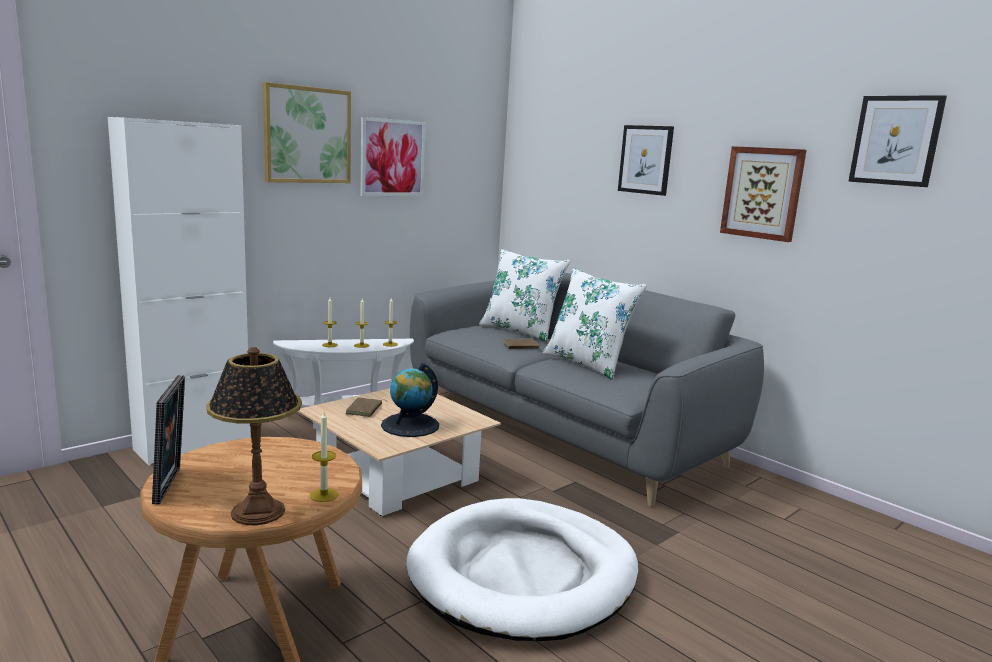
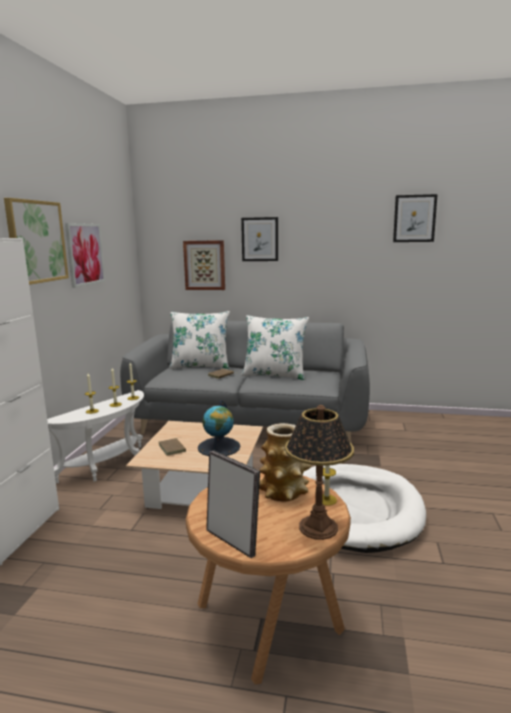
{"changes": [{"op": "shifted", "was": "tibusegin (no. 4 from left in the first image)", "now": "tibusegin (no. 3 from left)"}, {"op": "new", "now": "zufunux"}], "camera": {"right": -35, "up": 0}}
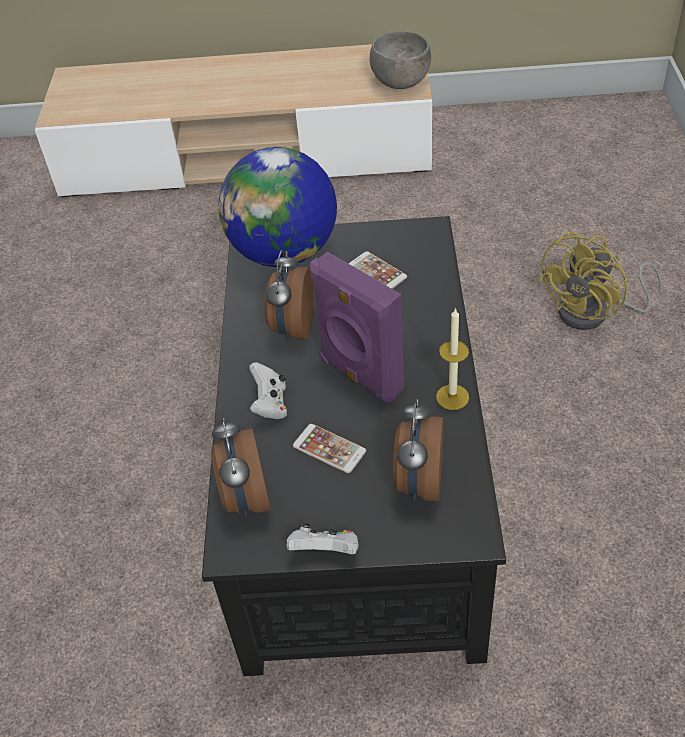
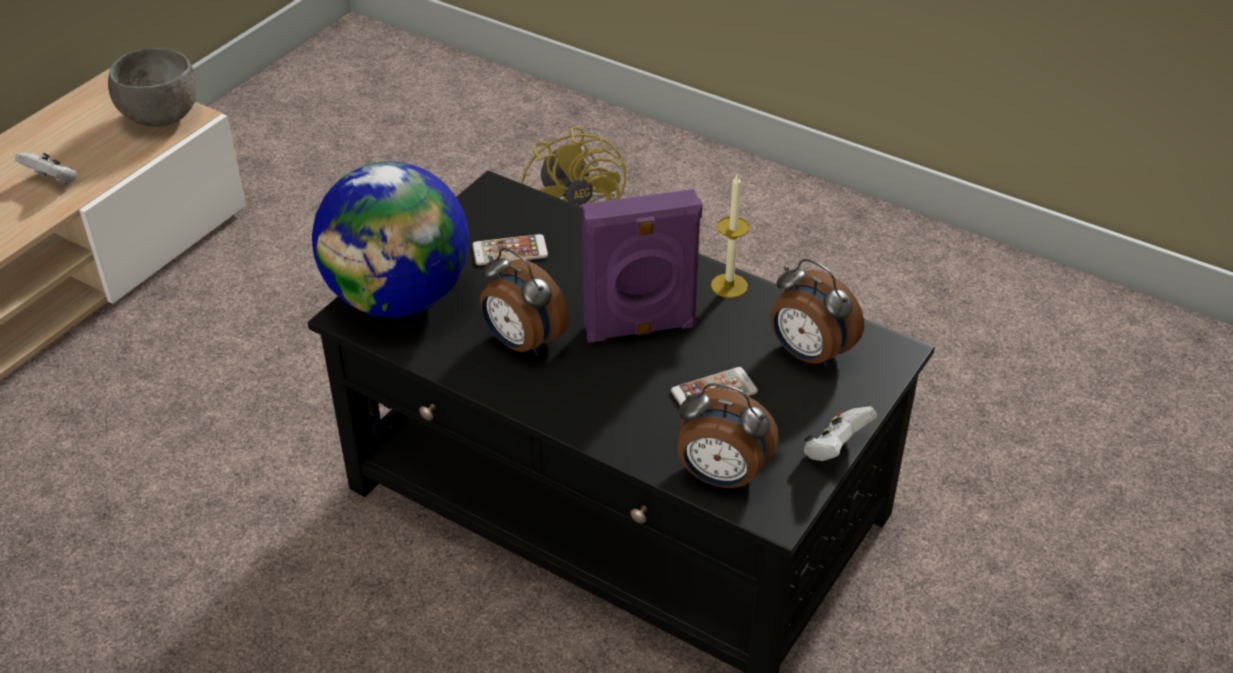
{"changes": [{"op": "shifted", "was": "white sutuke (no. 1 from left)"}], "camera": {"right": -60, "up": -5}}
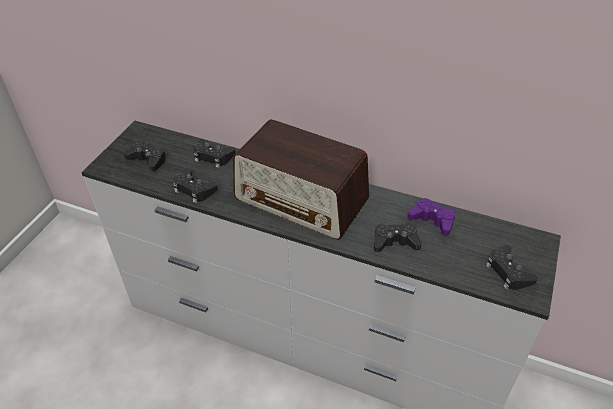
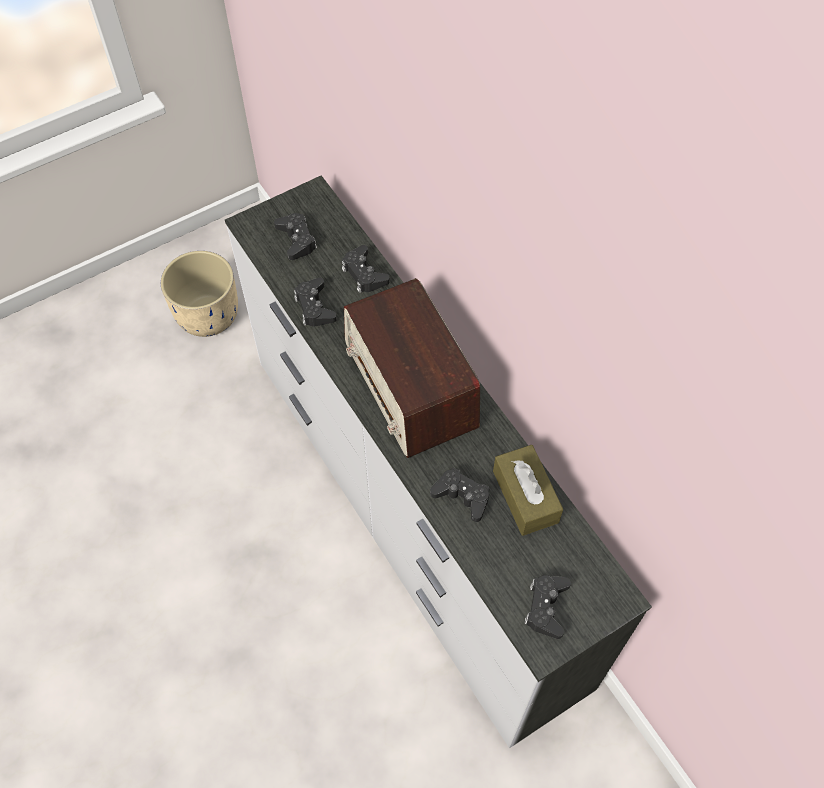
{"changes": [{"op": "new", "now": "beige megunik"}, {"op": "swapped", "was": "purple sutuke", "now": "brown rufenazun"}], "camera": {"right": 35, "up": 15}}
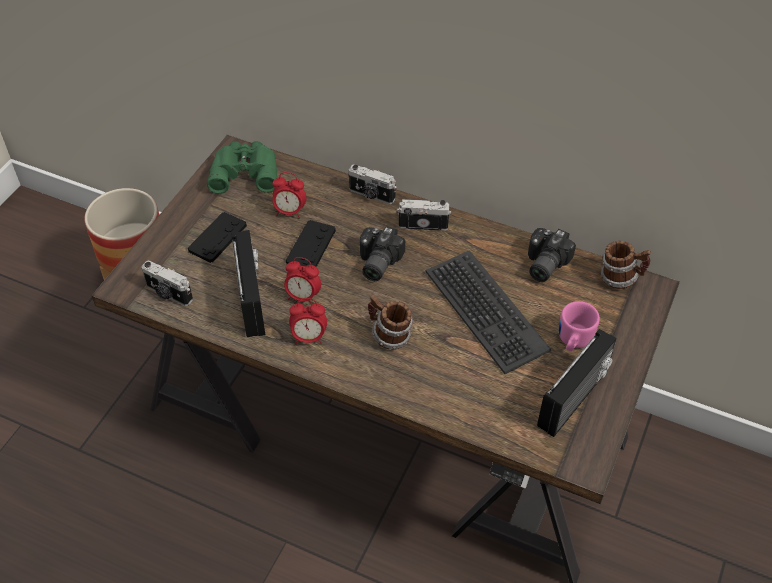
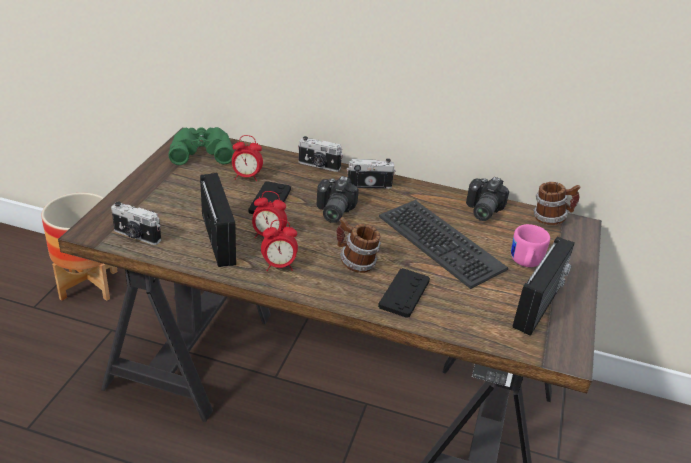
{"changes": [{"op": "shifted", "was": "black sutuke (no. 1 from left in the first image)", "now": "black sutuke (no. 2 from left)"}], "camera": {"right": -10, "up": -15}}
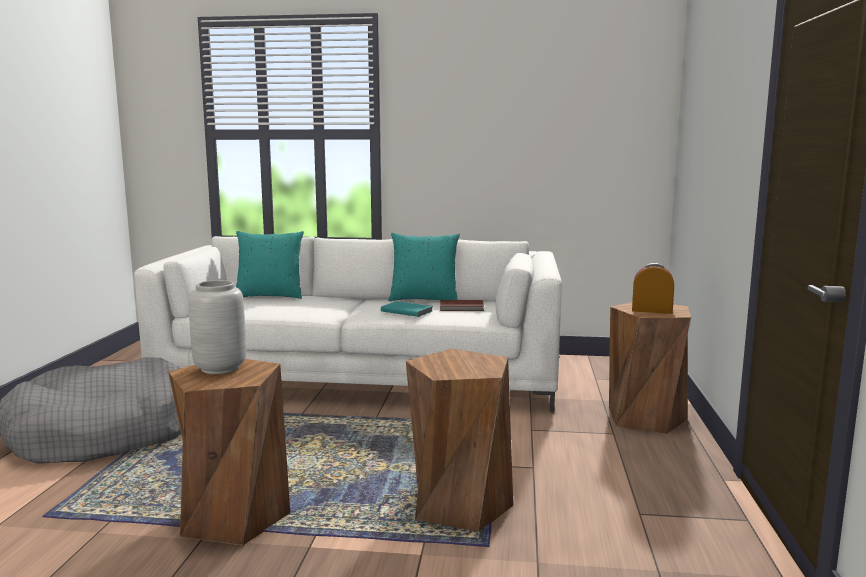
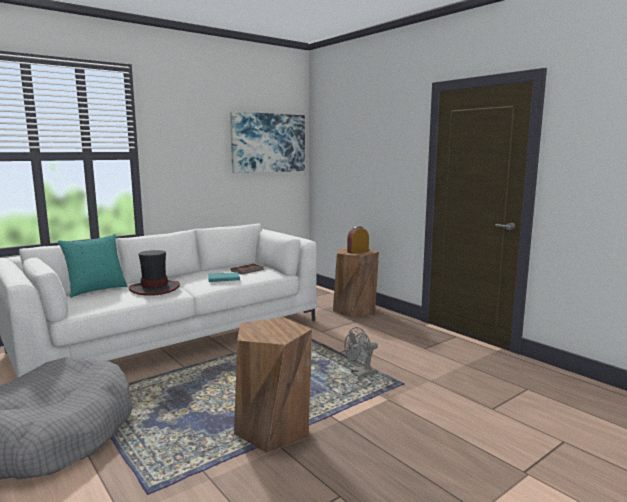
{"changes": [{"op": "new", "now": "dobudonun"}, {"op": "new", "now": "tibusegin"}, {"op": "swapped", "was": "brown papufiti (no. 2 from left)", "now": "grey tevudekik"}, {"op": "gone", "was": "grey zufunux"}, {"op": "gone", "was": "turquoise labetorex (no. 2 from left)"}], "camera": {"right": -45, "up": 0}}
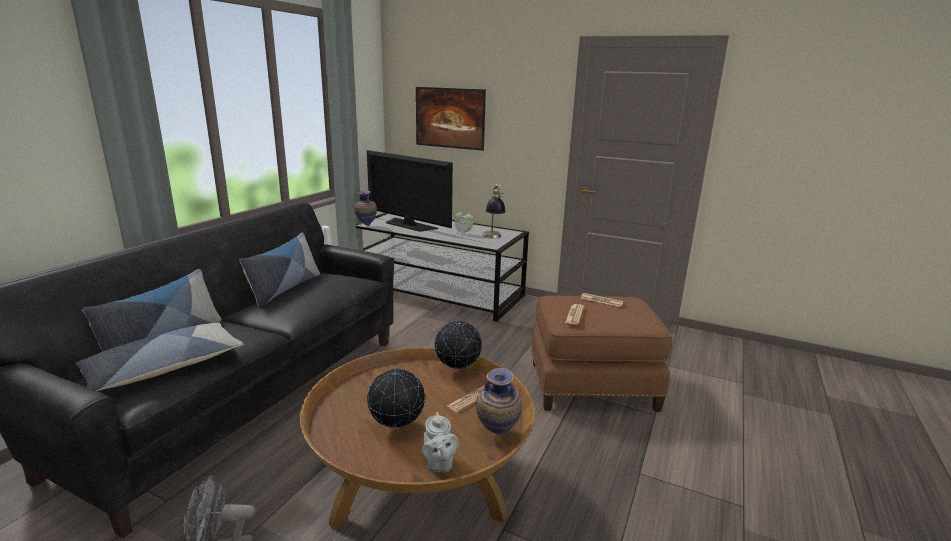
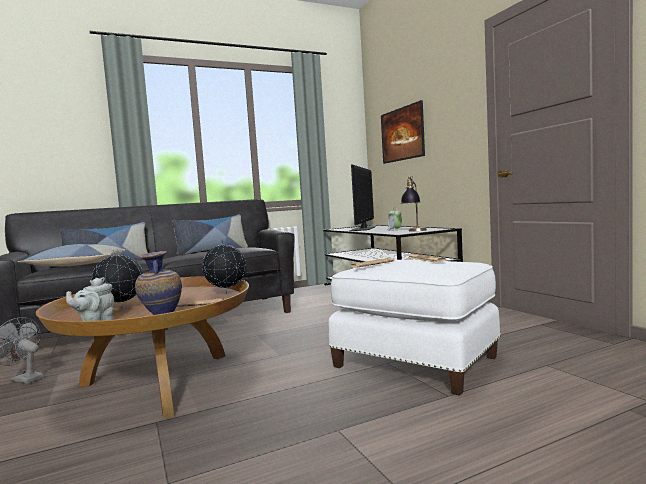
{"changes": [{"op": "repainted", "was": "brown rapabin", "now": "white rapabin"}, {"op": "rotated", "was": "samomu", "clockwise": -150}, {"op": "gone", "was": "zufunux (no. 1 from left)"}], "camera": {"right": 40, "up": -15}}
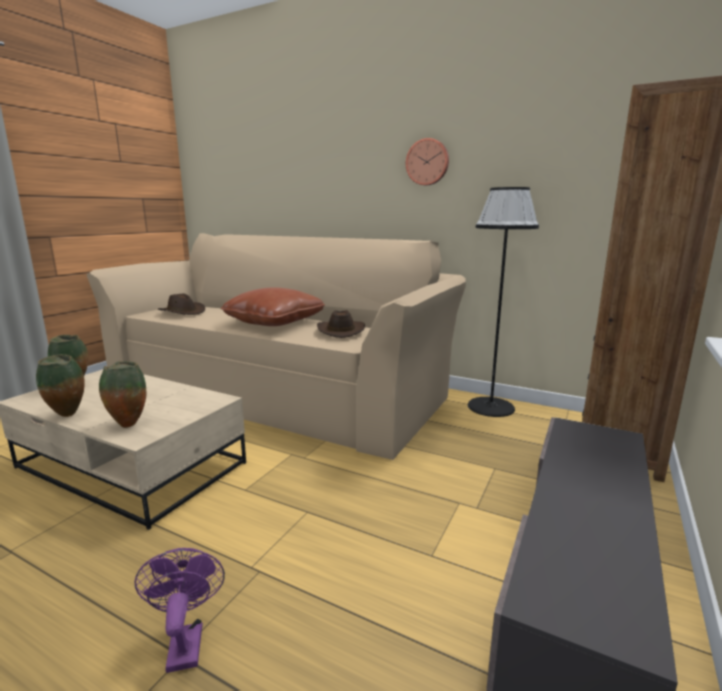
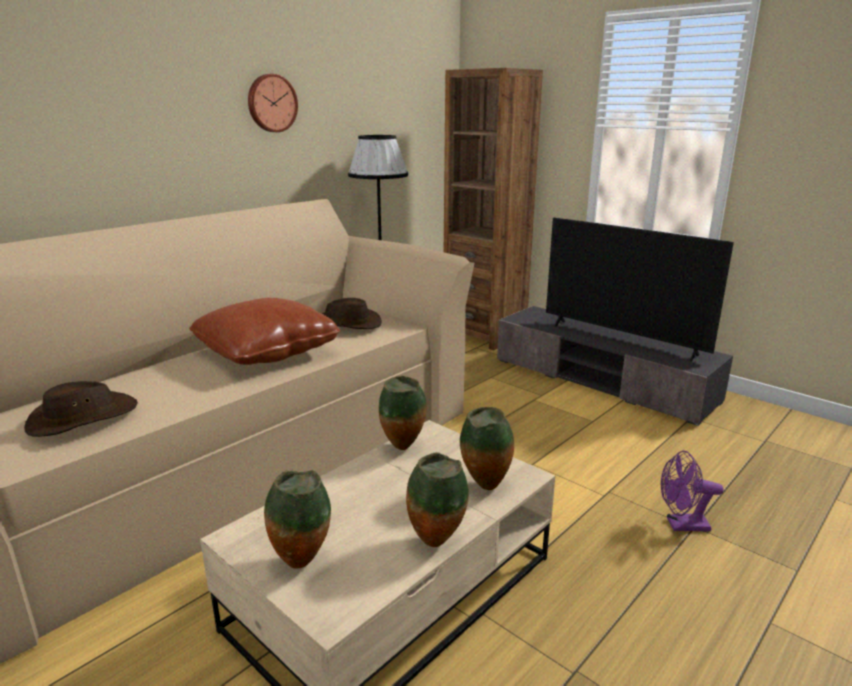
{"changes": [{"op": "new", "now": "zufunux (no. 2 from left)"}, {"op": "new", "now": "samomu"}], "camera": {"right": -75, "up": 5}}
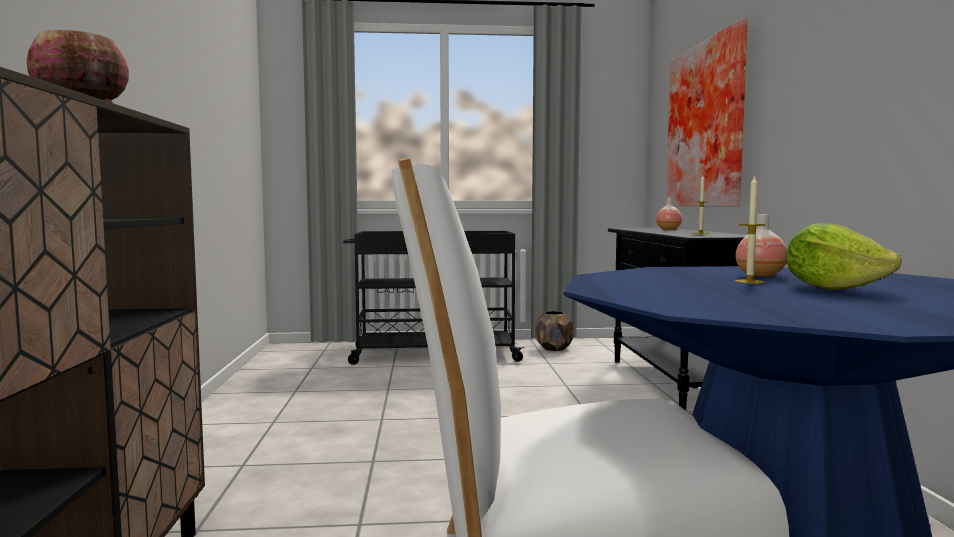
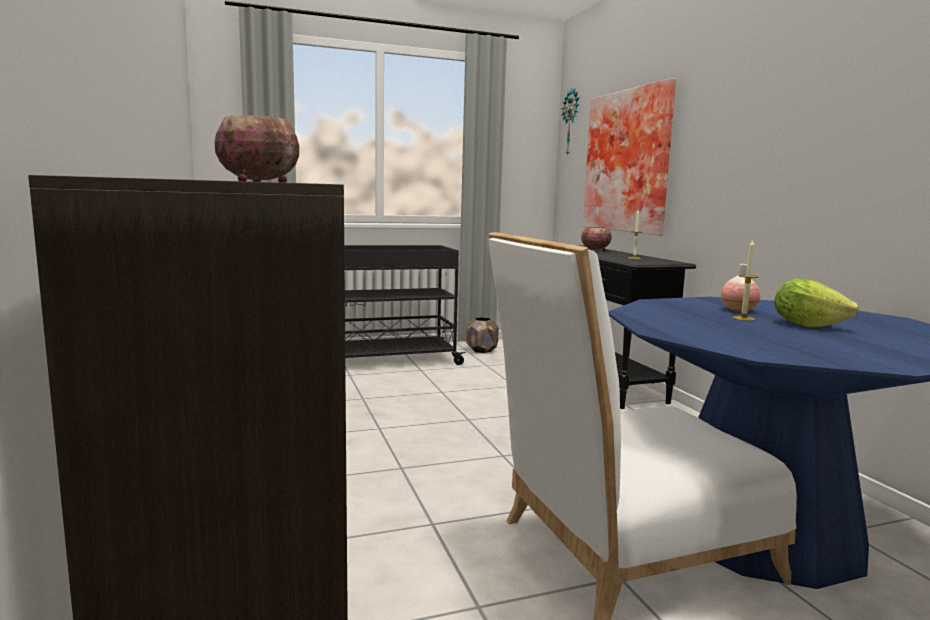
{"changes": [{"op": "new", "now": "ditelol"}, {"op": "swapped", "was": "zufunux (no. 1 from left)", "now": "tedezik (no. 2 from left)"}], "camera": {"right": -15, "up": 5}}
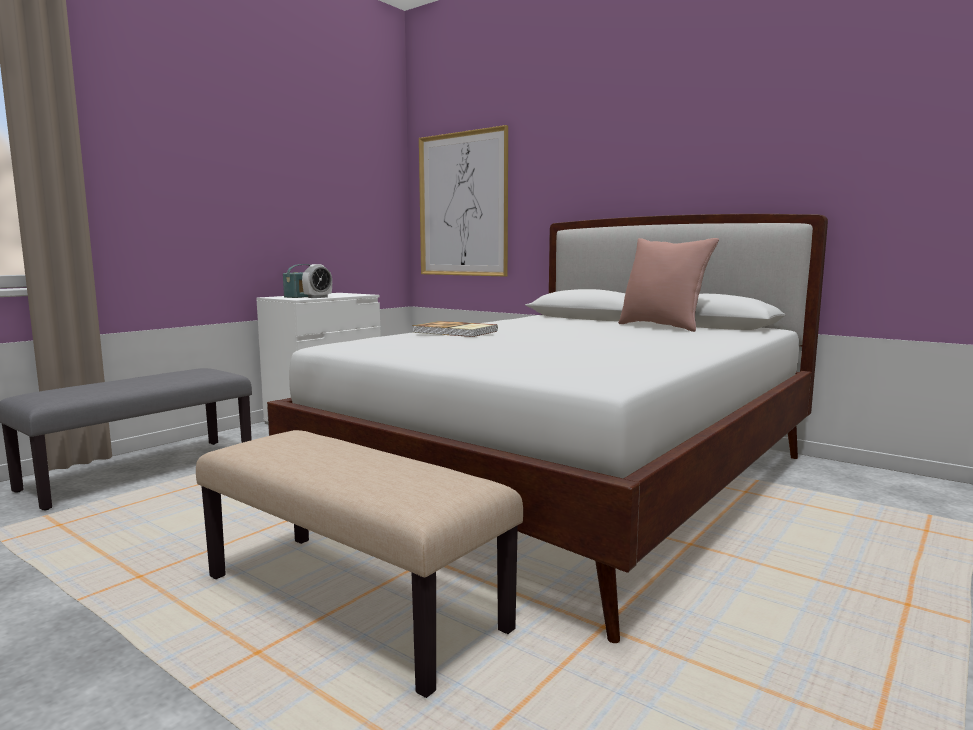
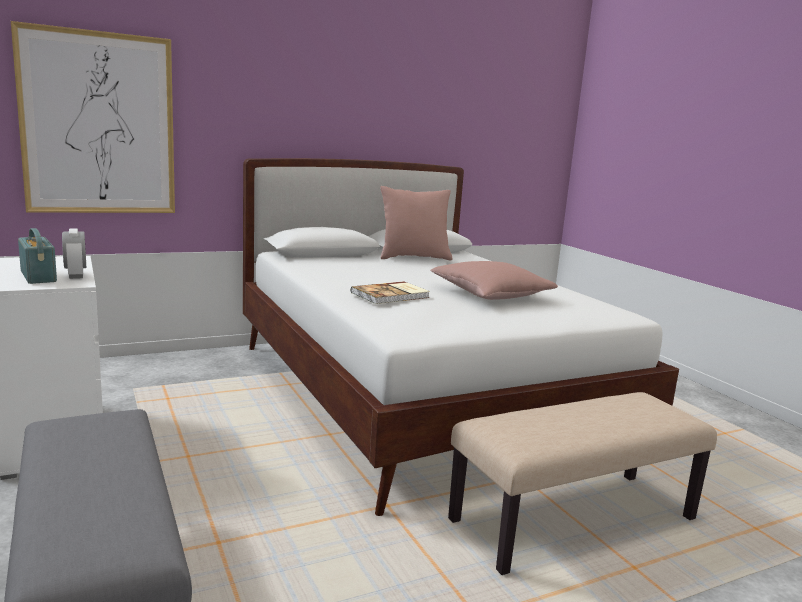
{"changes": [{"op": "new", "now": "pink labetorex (no. 2 from left)"}], "camera": {"right": -65, "up": 5}}
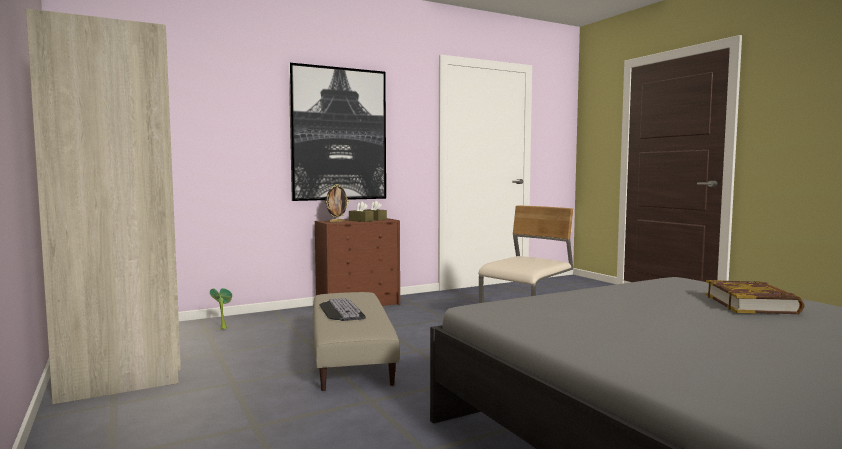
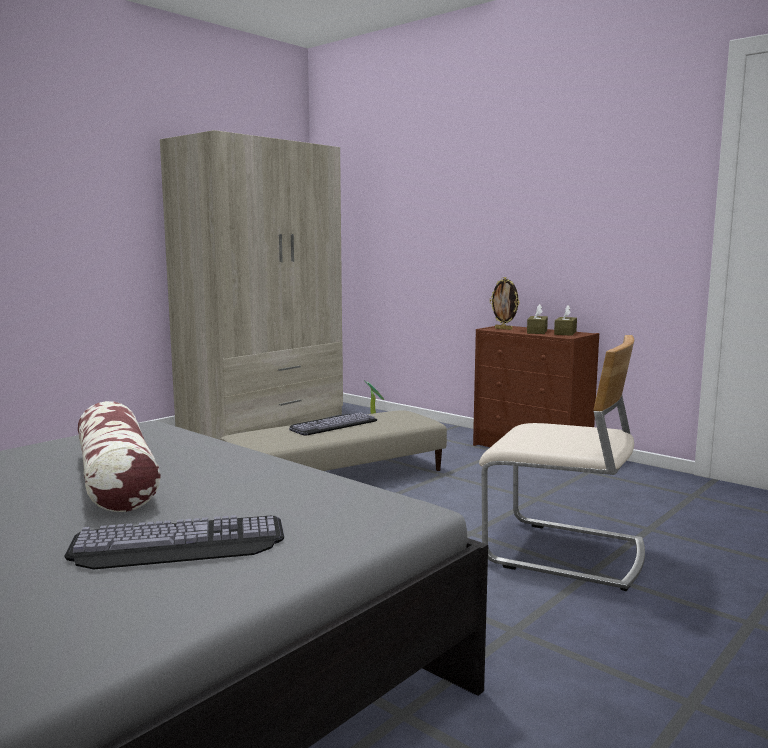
{"changes": [{"op": "swapped", "was": "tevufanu", "now": "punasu (no. 1 from left)"}, {"op": "new", "now": "labetorex"}, {"op": "gone", "was": "tibusegin"}], "camera": {"right": 70, "up": 5}}
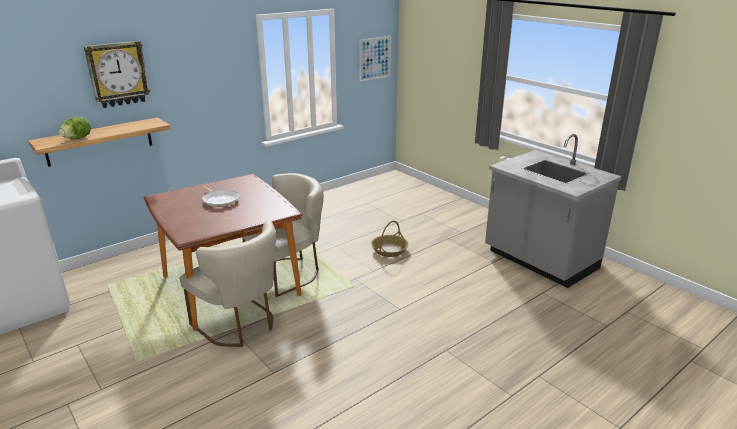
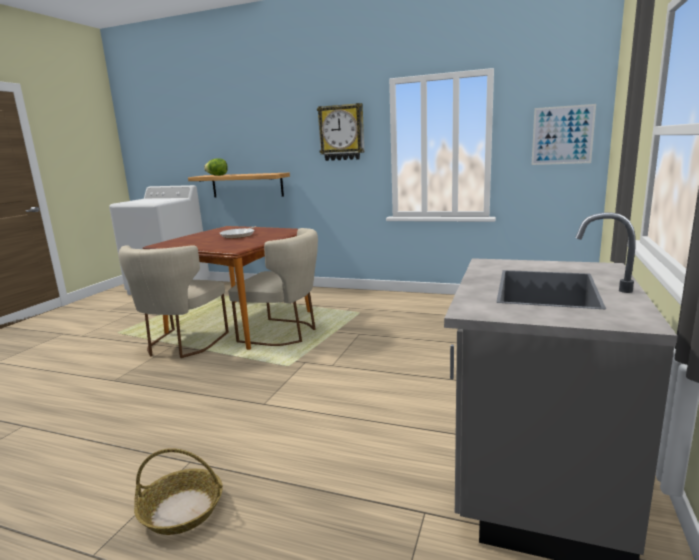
{"changes": [{"op": "shifted", "was": "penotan"}, {"op": "shifted", "was": "ditelol"}], "camera": {"right": 60, "up": -10}}
